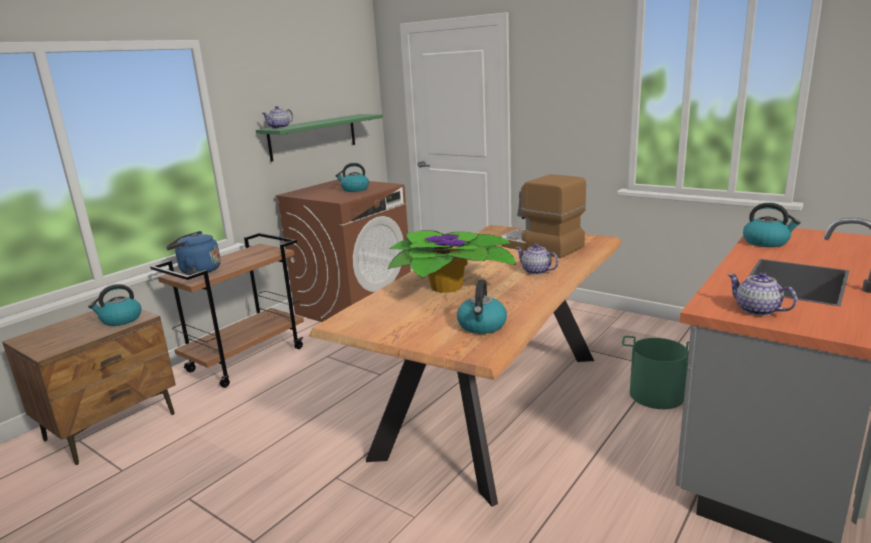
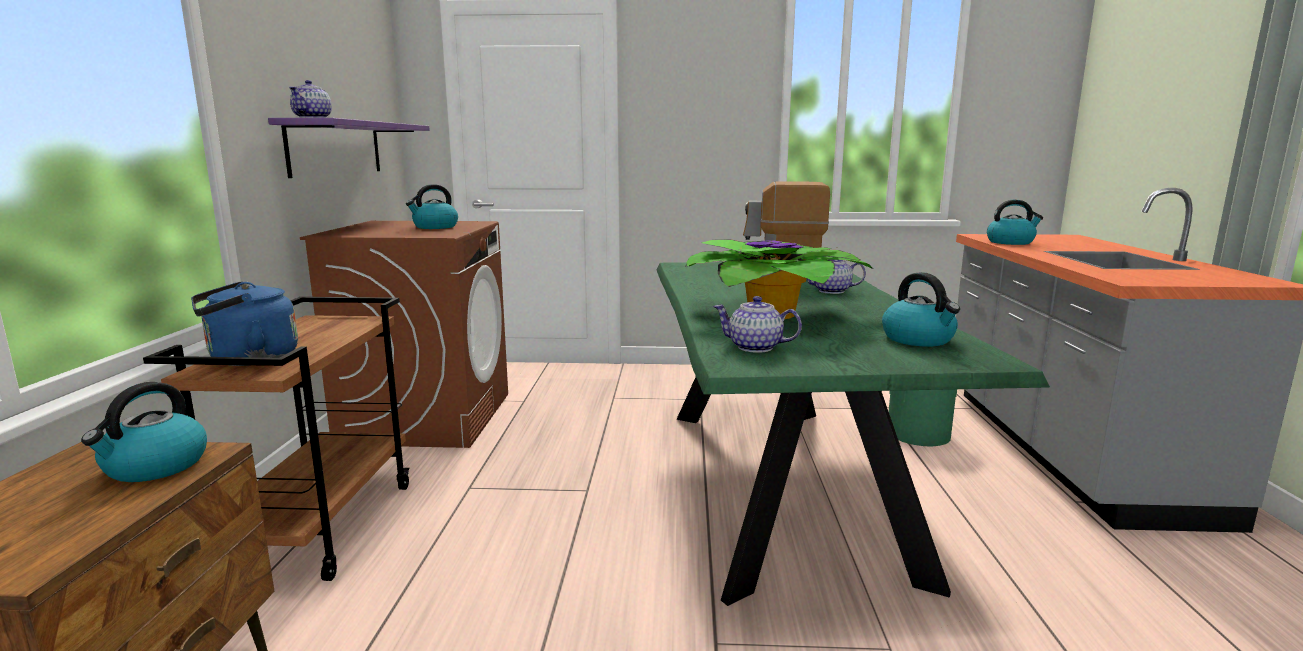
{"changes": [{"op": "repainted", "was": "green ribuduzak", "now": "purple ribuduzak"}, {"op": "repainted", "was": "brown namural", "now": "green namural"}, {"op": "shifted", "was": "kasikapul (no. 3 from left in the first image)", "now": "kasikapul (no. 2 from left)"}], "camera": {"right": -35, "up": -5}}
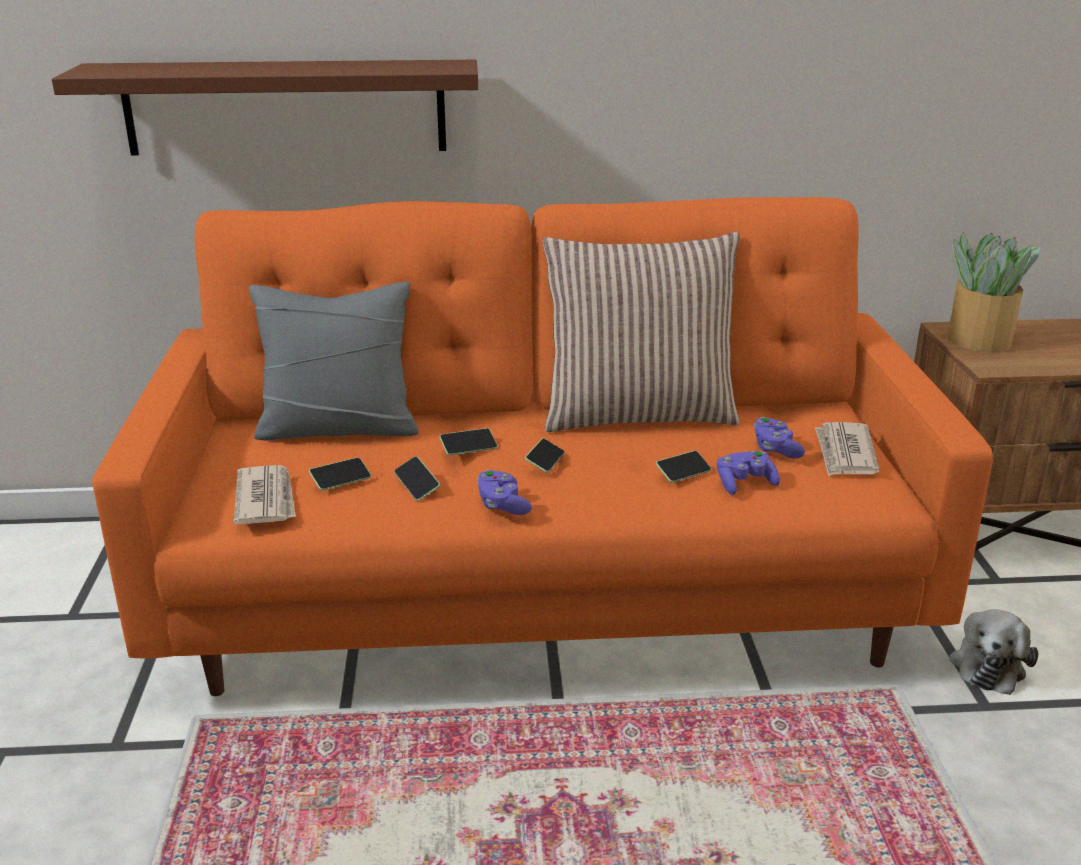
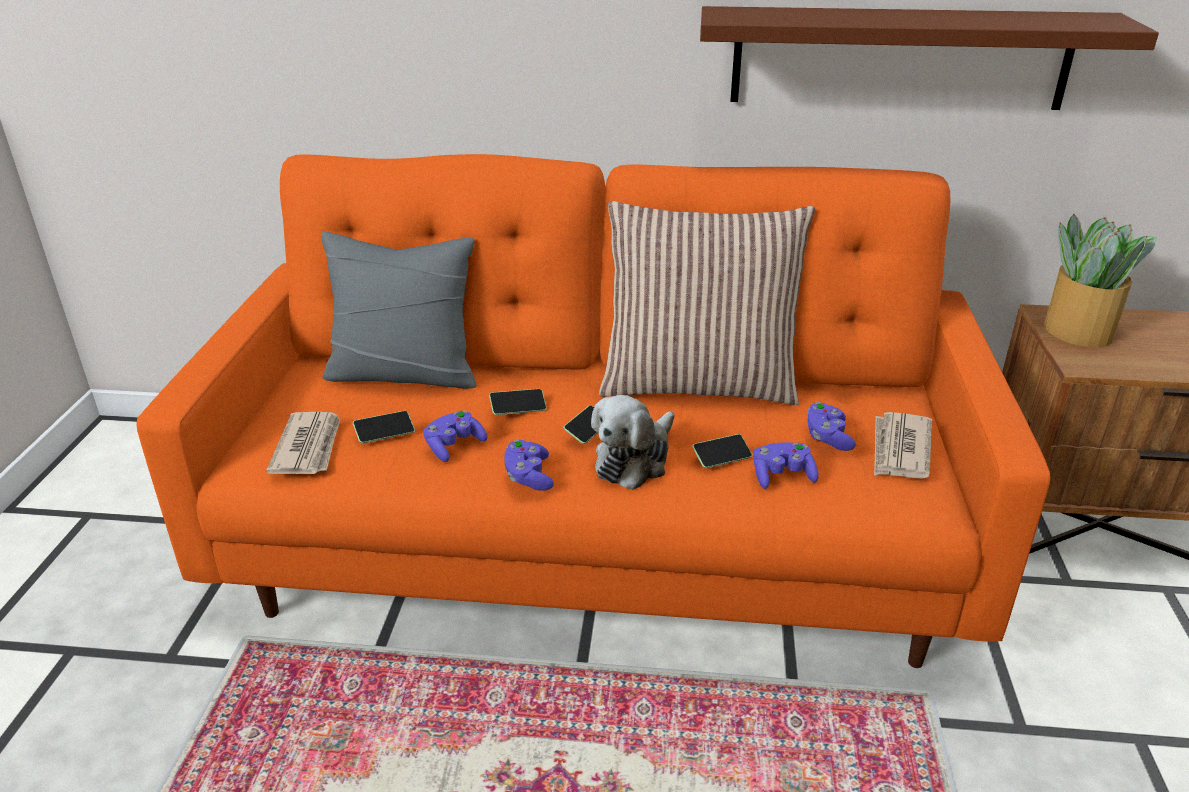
{"changes": [{"op": "swapped", "was": "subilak (no. 2 from left)", "now": "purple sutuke (no. 1 from left)"}, {"op": "shifted", "was": "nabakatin"}, {"op": "shifted", "was": "brown ribuduzak"}], "camera": {"right": 10, "up": 5}}
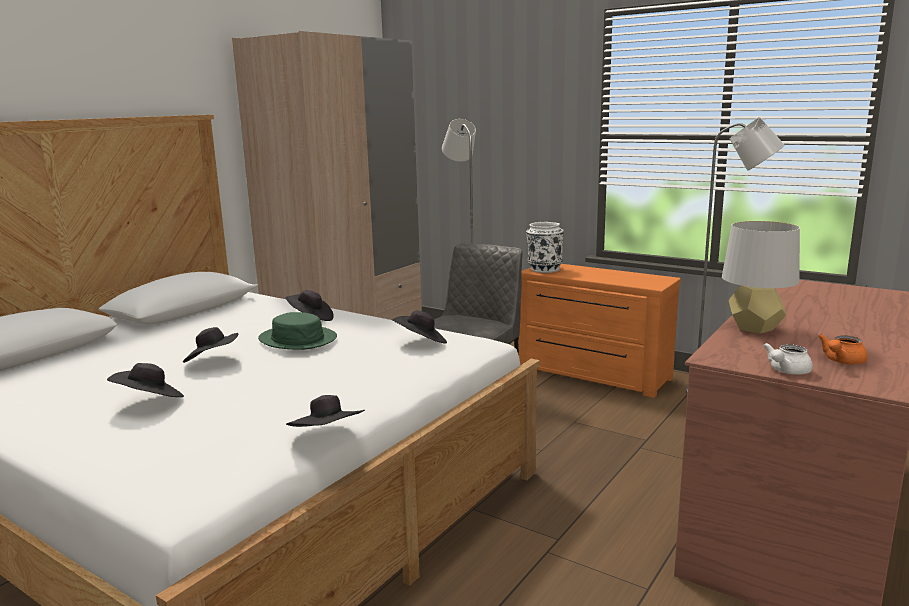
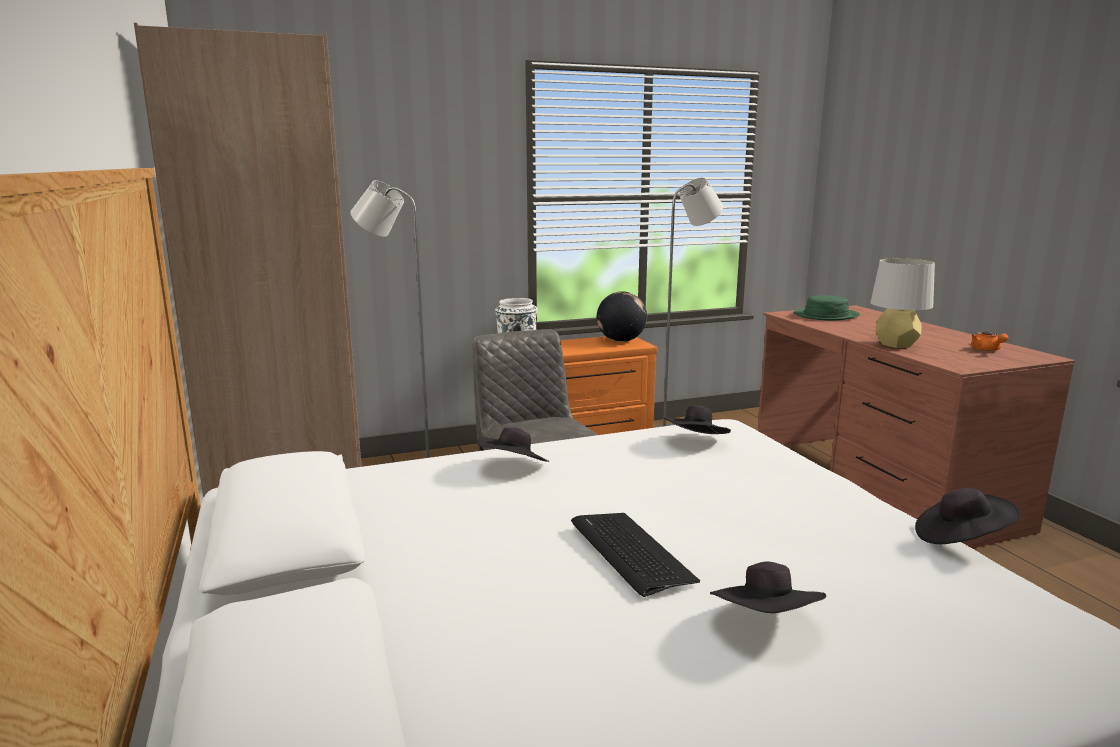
{"changes": [{"op": "swapped", "was": "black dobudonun (no. 2 from left)", "now": "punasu"}, {"op": "new", "now": "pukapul"}, {"op": "shifted", "was": "green dobudonun"}, {"op": "gone", "was": "white kasikapul"}], "camera": {"right": -55, "up": 0}}
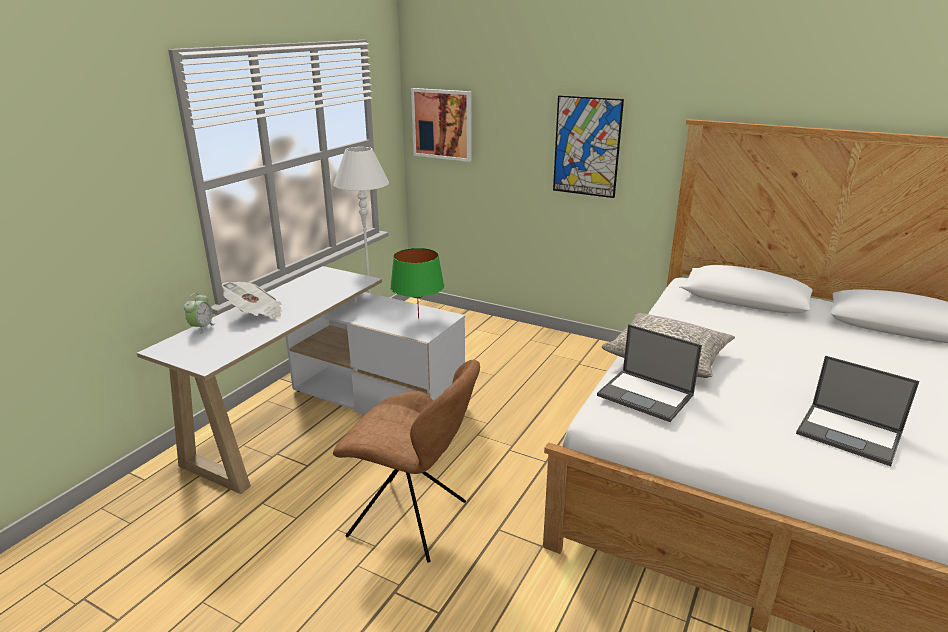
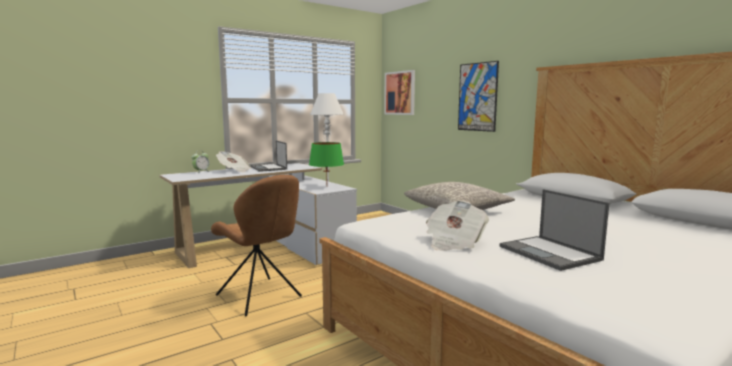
{"changes": [{"op": "shifted", "was": "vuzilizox (no. 1 from left)"}, {"op": "new", "now": "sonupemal (no. 2 from left)"}], "camera": {"right": 25, "up": -15}}
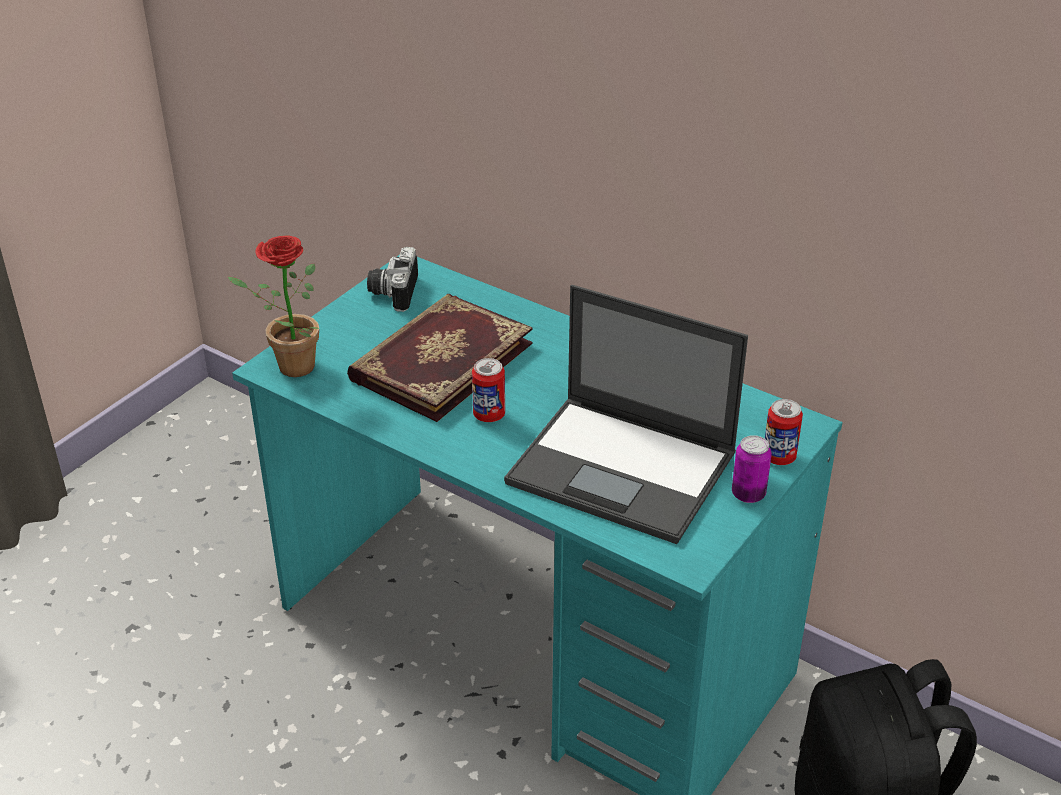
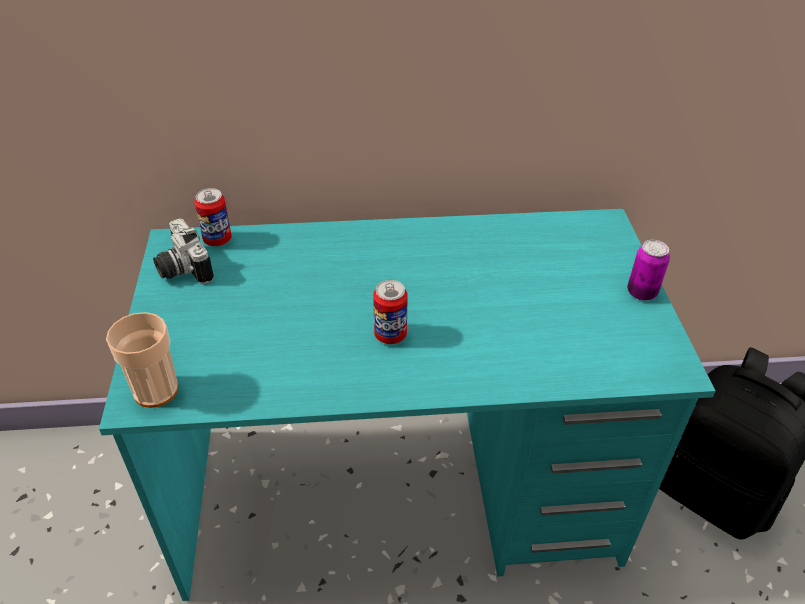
{"changes": [{"op": "swapped", "was": "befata", "now": "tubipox"}, {"op": "shifted", "was": "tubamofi (no. 3 from left in the first image)", "now": "tubamofi (no. 1 from left)"}, {"op": "gone", "was": "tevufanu"}, {"op": "gone", "was": "vuzilizox"}], "camera": {"right": -40, "up": 5}}
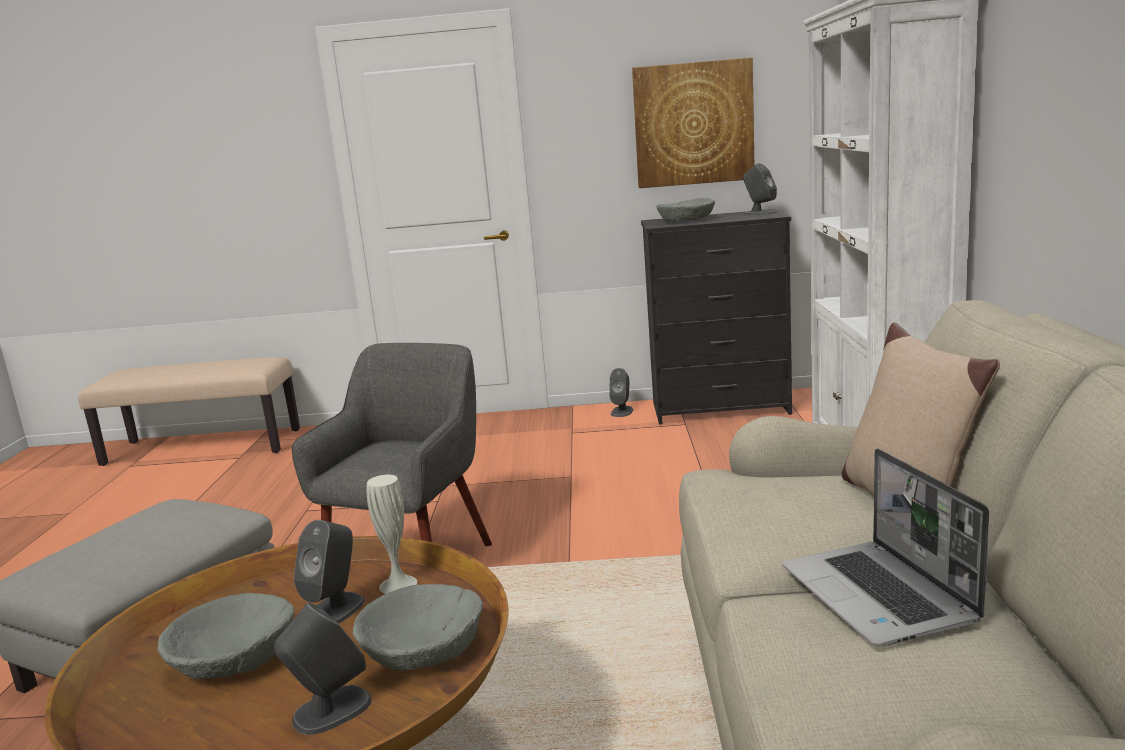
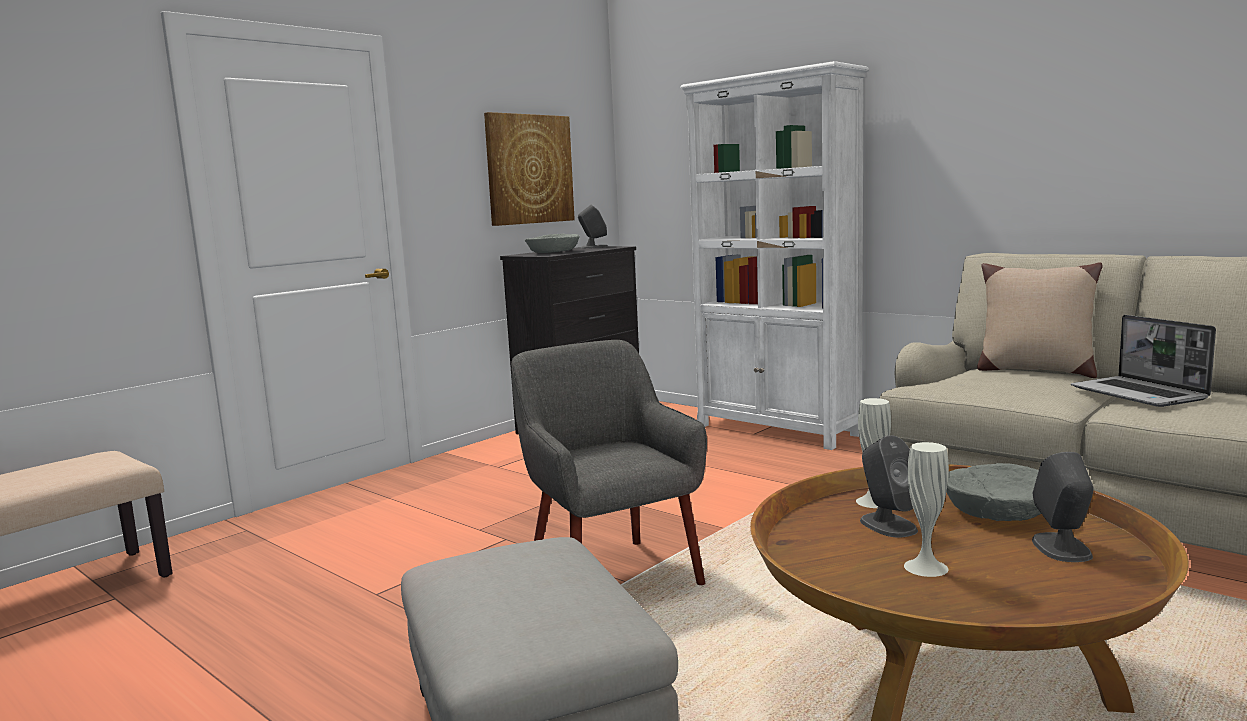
{"changes": [{"op": "swapped", "was": "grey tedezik (no. 1 from left)", "now": "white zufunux (no. 2 from left)"}, {"op": "rotated", "was": "vuzilizox", "clockwise": 45}, {"op": "gone", "was": "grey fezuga (no. 3 from left)"}], "camera": {"right": -50, "up": -5}}
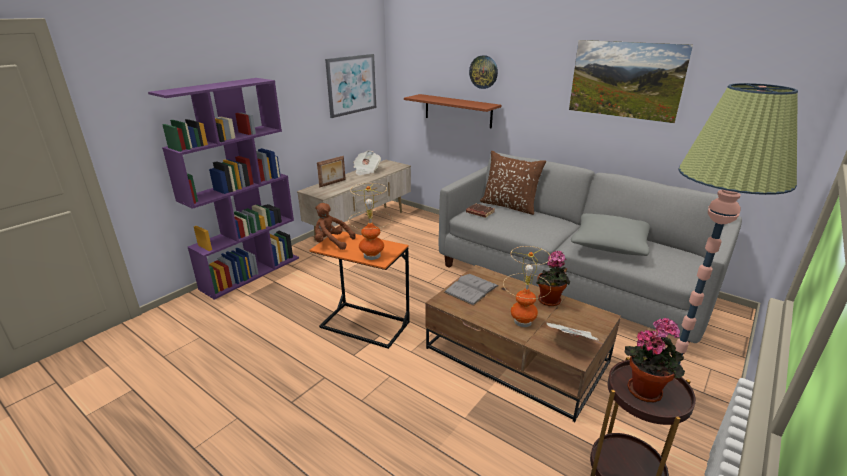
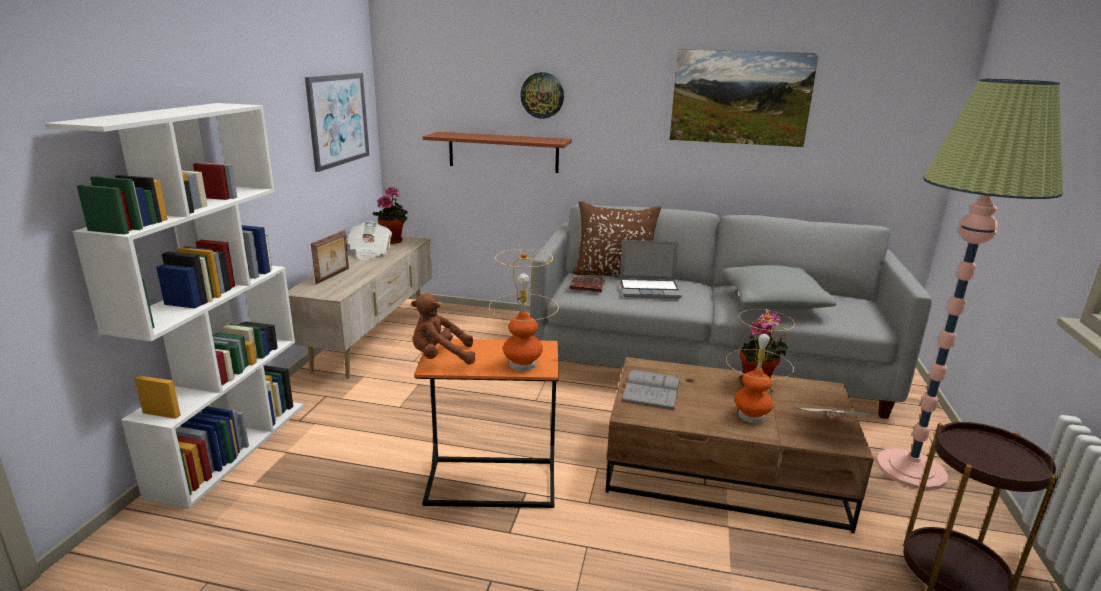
{"changes": [{"op": "repainted", "was": "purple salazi", "now": "white salazi"}, {"op": "shifted", "was": "befata (no. 2 from left in the first image)", "now": "befata (no. 1 from left)"}, {"op": "new", "now": "vuzilizox"}], "camera": {"right": -25, "up": -5}}
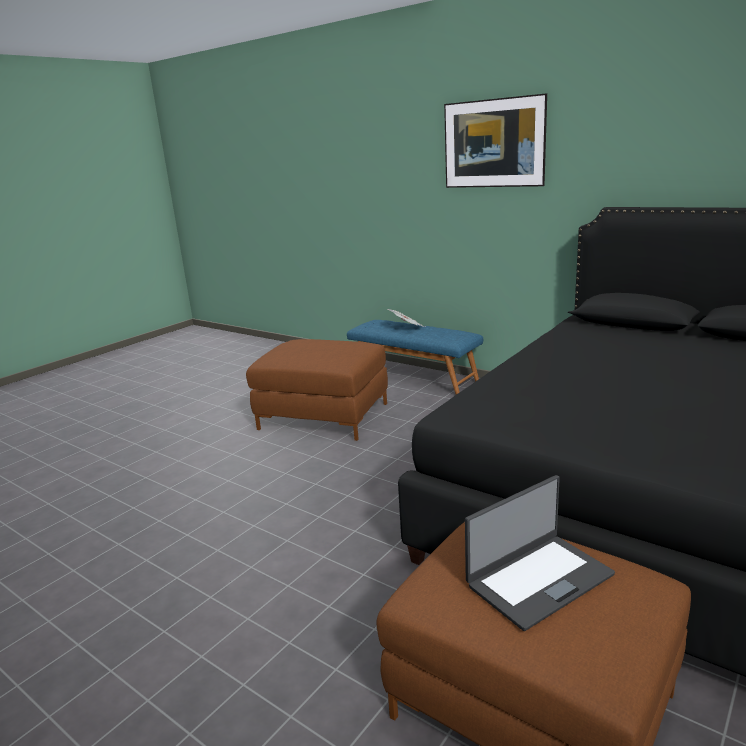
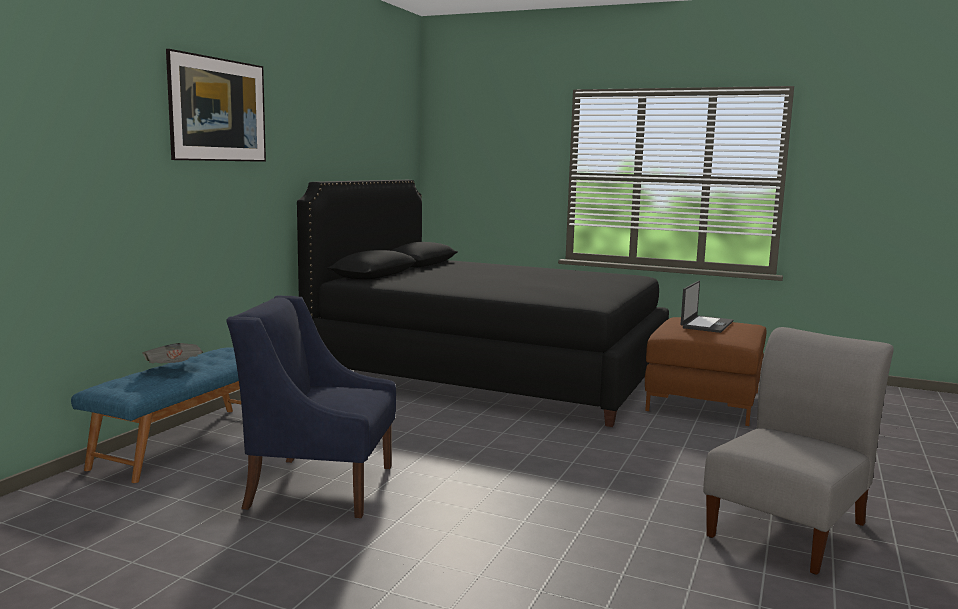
{"changes": [{"op": "swapped", "was": "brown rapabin (no. 1 from left)", "now": "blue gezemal"}, {"op": "rotated", "was": "vuzilizox", "clockwise": 75}, {"op": "new", "now": "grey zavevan"}], "camera": {"right": -105, "up": -10}}
